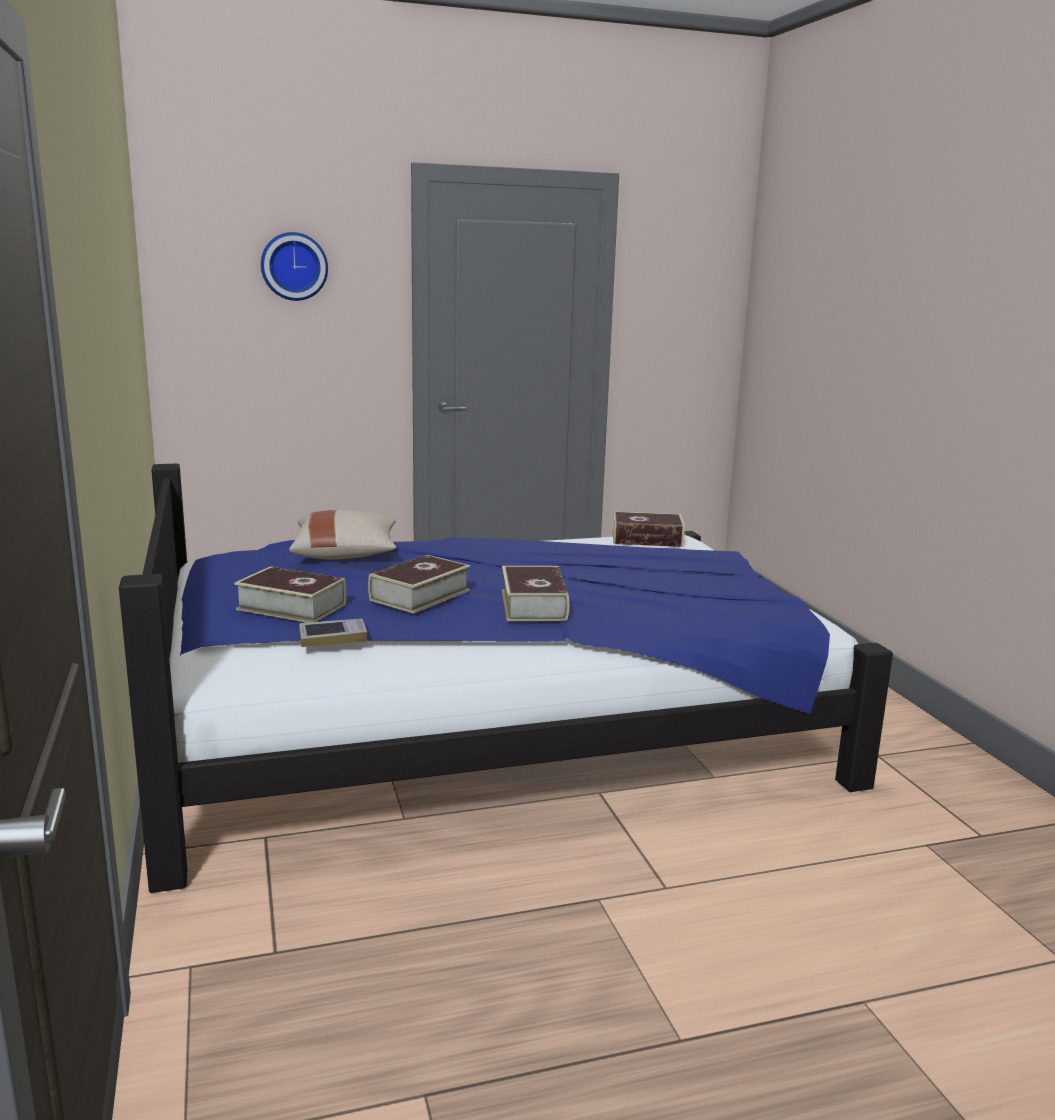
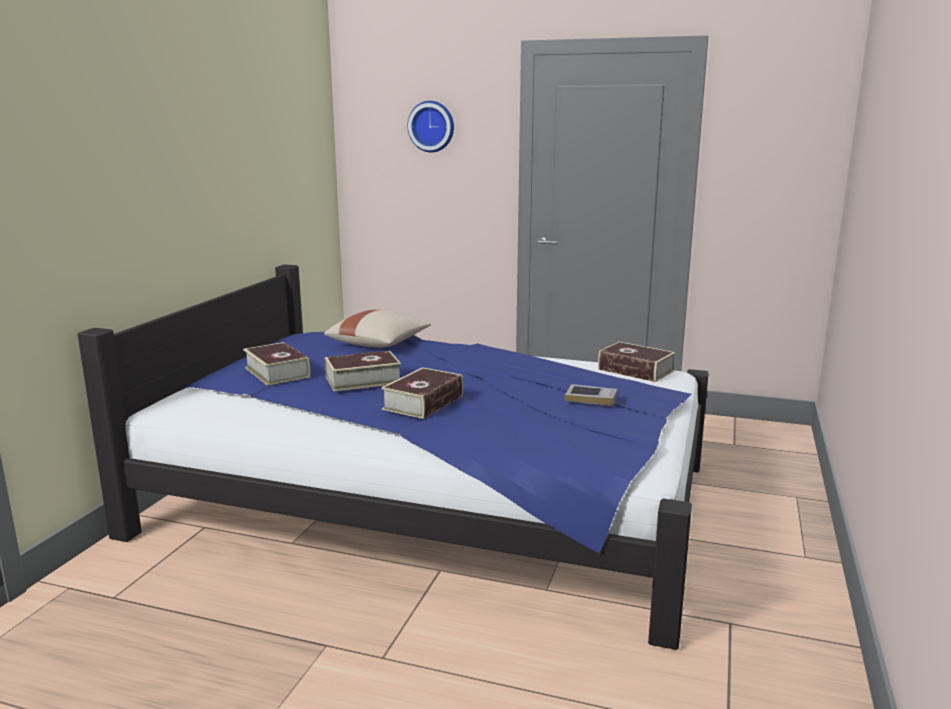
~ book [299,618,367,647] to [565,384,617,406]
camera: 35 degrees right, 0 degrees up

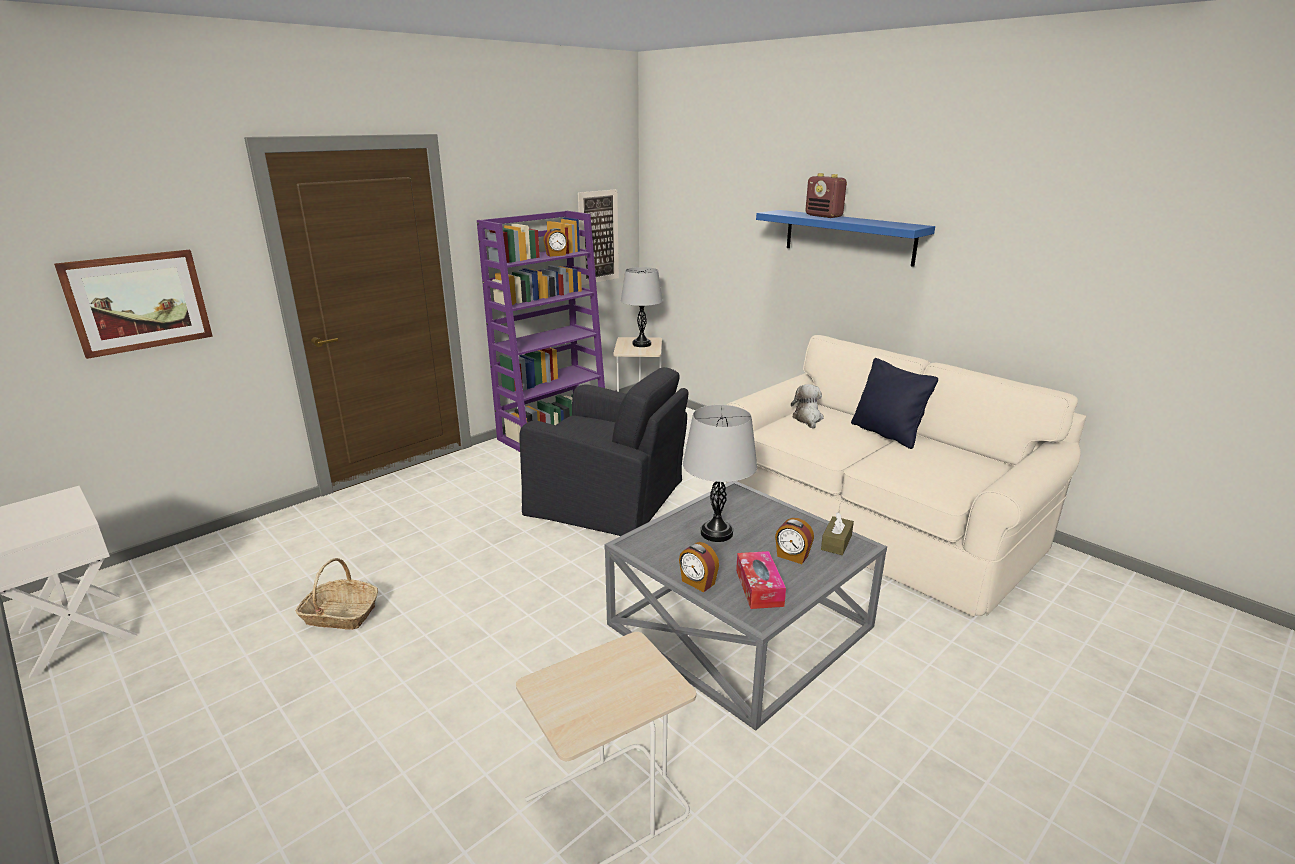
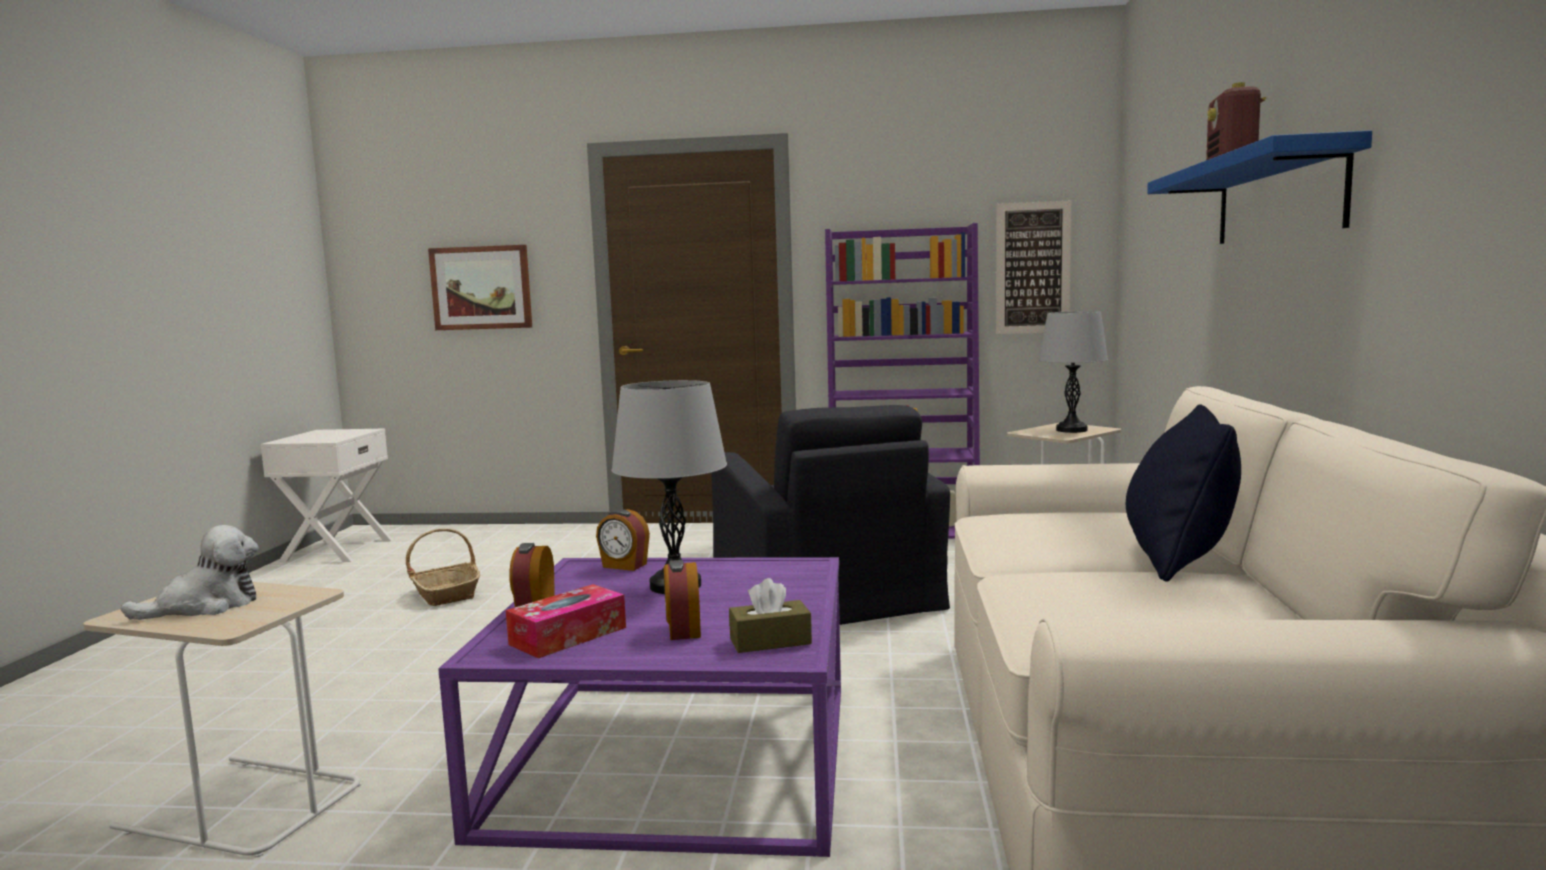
~ bedside clock [543,228,567,257] to [596,509,650,571]
~ cuddly toy [791,384,823,429] to [121,525,259,620]
~ lounge table (grey) [604,481,887,731] to lounge table (purple-coloured) [438,557,841,857]
camera: 50 degrees right, 15 degrees down

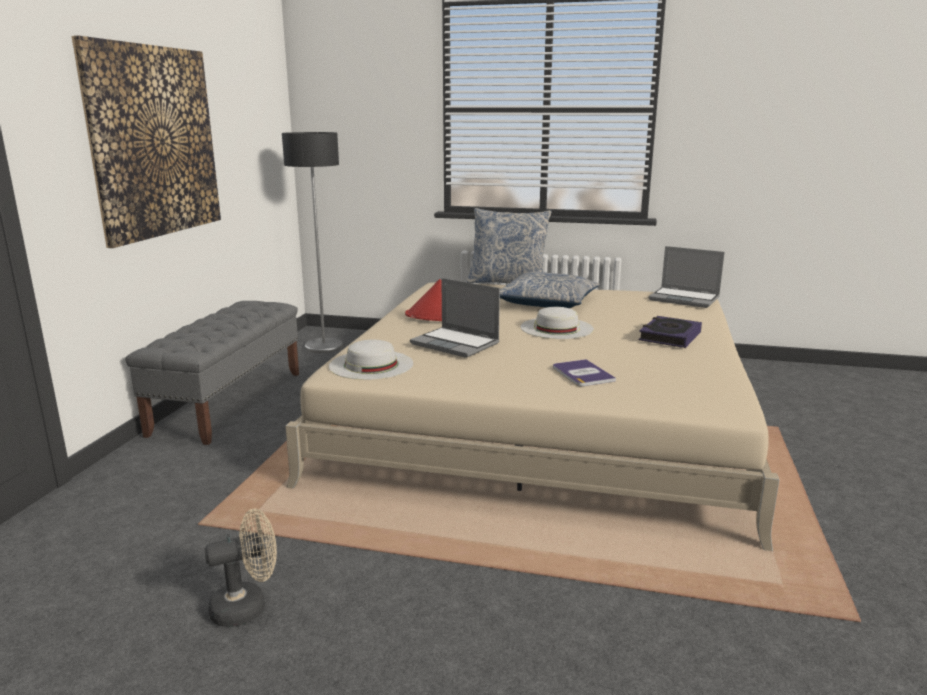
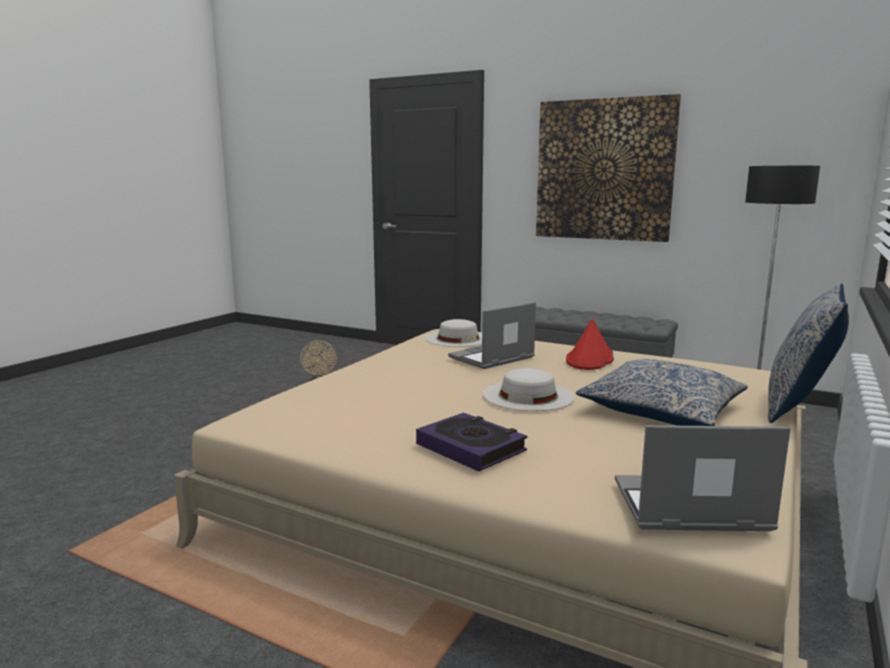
~ notebook computer [649,246,725,308] = [615,425,791,531] 45 degrees clockwise
- book [553,359,616,386]
camera: 105 degrees right, 5 degrees down

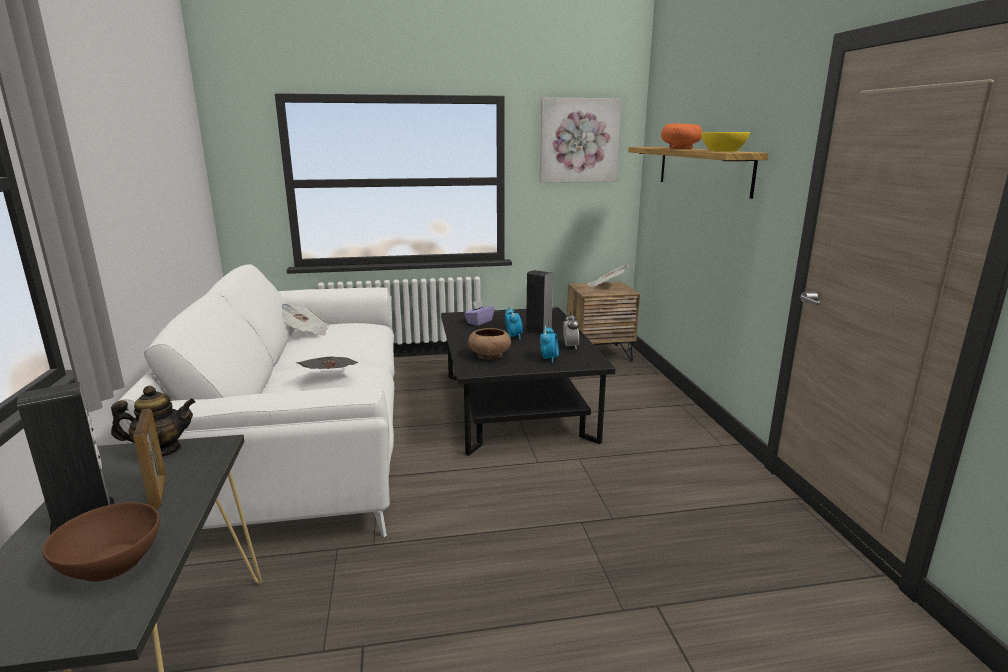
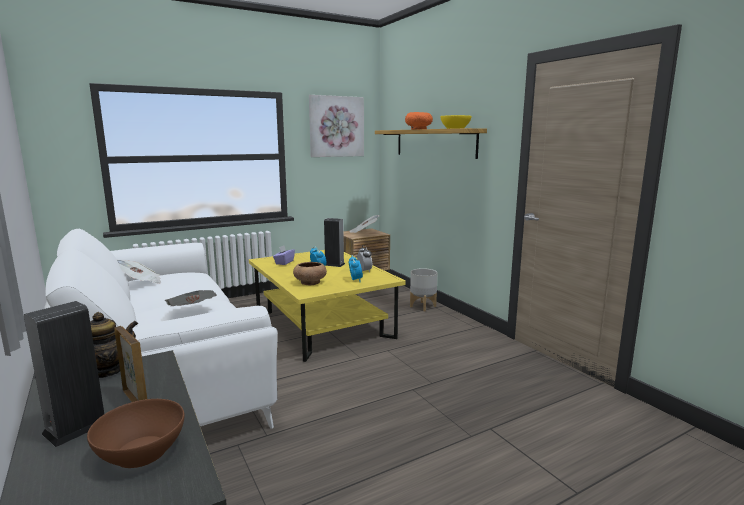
~ lounge table (black) [441,307,615,456] to lounge table (yellow) [249,250,406,362]
+ planter (grey) [410,268,437,312]
camera: 20 degrees left, 5 degrees down

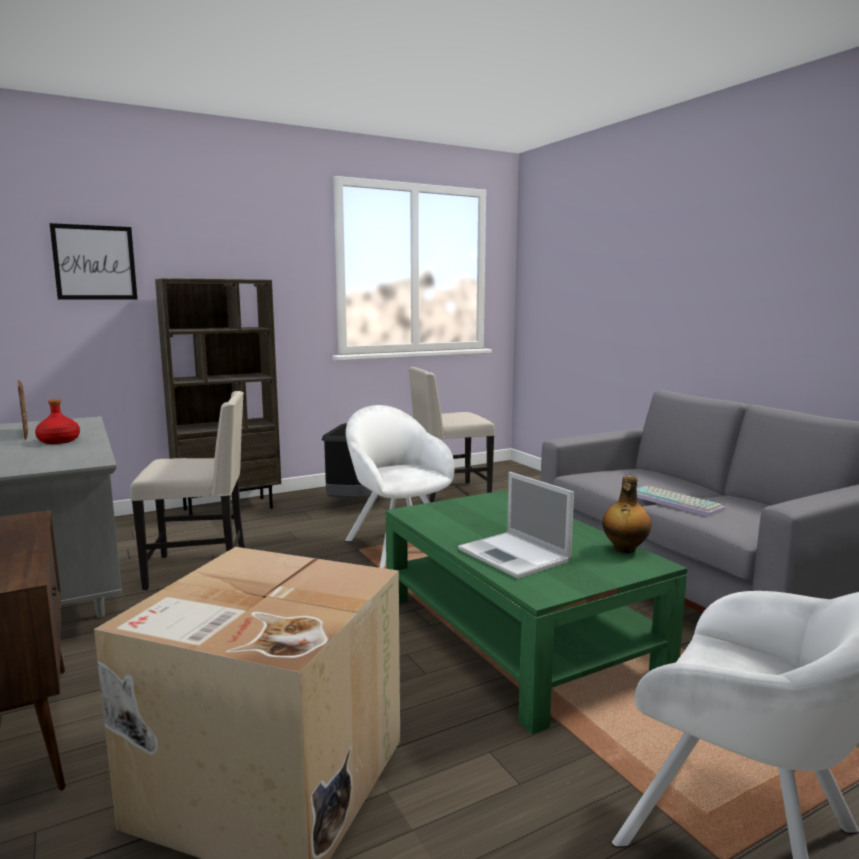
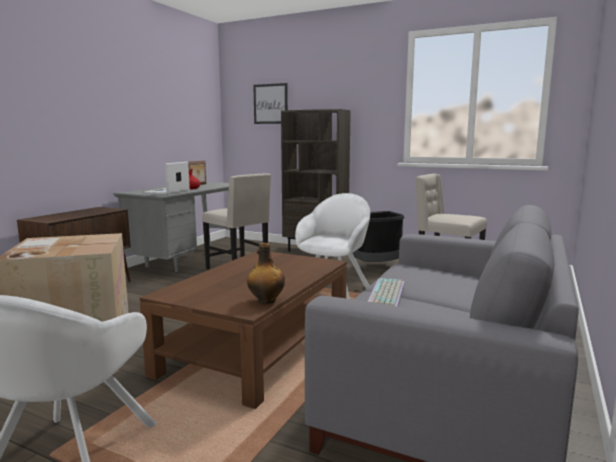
~ notebook computer [458,472,574,579] to [142,162,190,195]
~ lounge table (green) [386,490,687,735] to lounge table (brown-coloured) [140,251,347,409]
camera: 55 degrees right, 0 degrees up

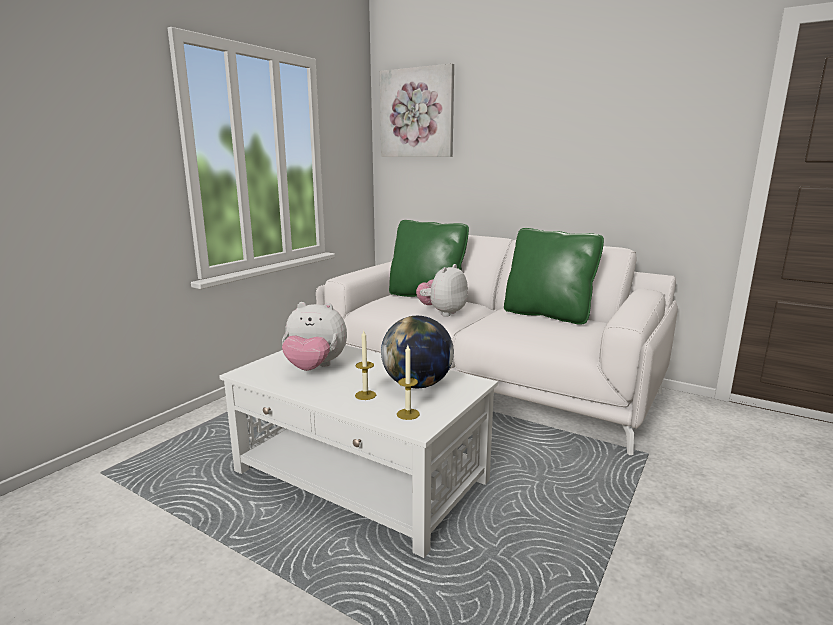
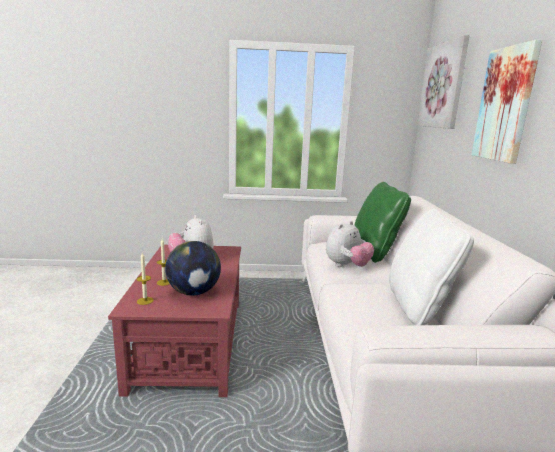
~ pillow (green) [504,228,604,325] to pillow (white-coloured) [389,209,474,325]
~ cuddly toy [416,264,468,317] = [326,221,374,267] 135 degrees clockwise
~ lounge table (white-coloured) [219,345,498,558] to lounge table (reddish) [108,245,241,397]
+ wall picture [471,40,542,164]
camera: 55 degrees right, 0 degrees up

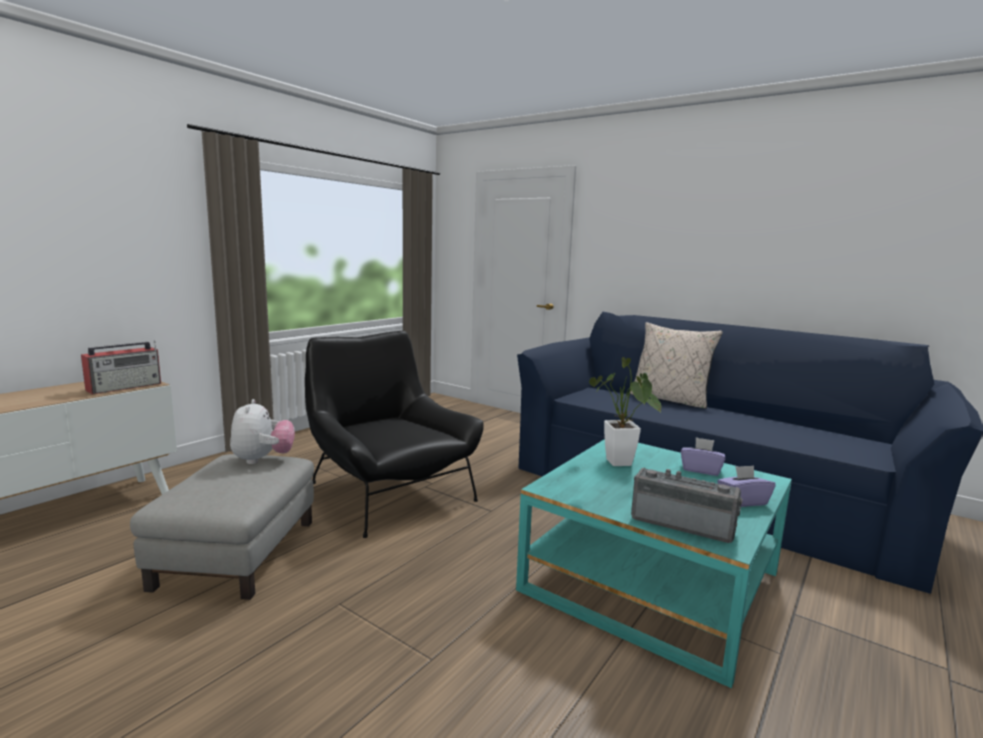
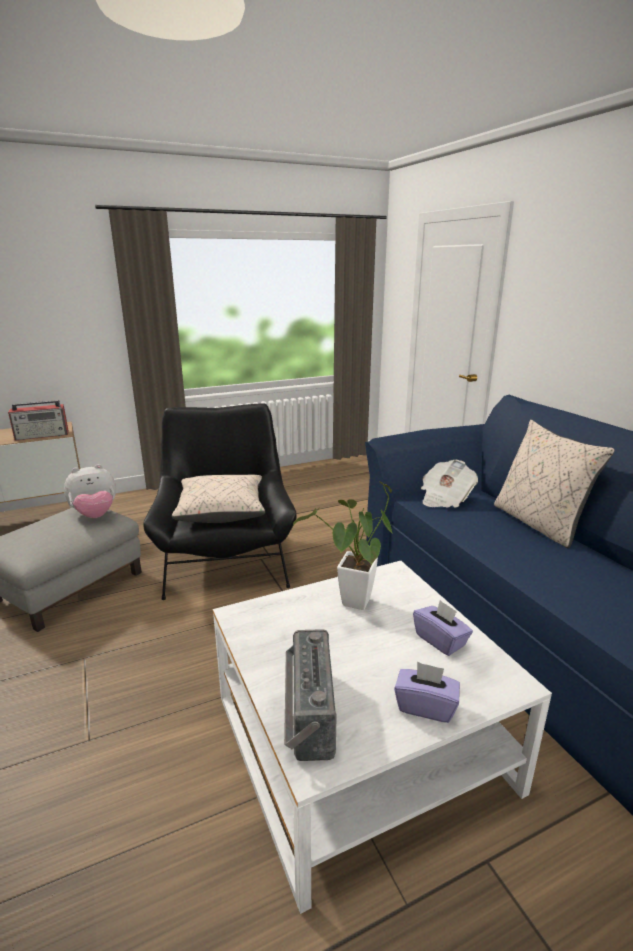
~ cuddly toy [230,399,295,464] = [64,464,116,518] 45 degrees clockwise
~ lounge table (turquoise-coloured) [516,439,792,688] to lounge table (white-coloured) [213,561,552,914]
~ radio [631,468,743,543] = [284,629,337,761] 150 degrees counterclockwise
+ daily paper [421,460,478,508]
+ pillow (beige) [172,475,265,523]
camera: 30 degrees right, 10 degrees up

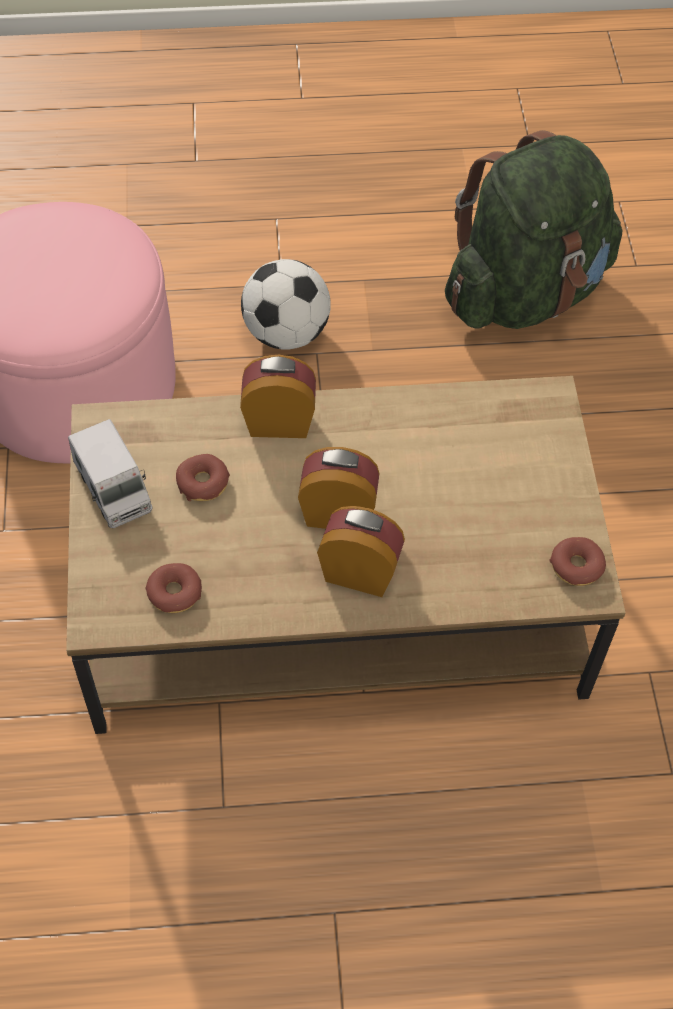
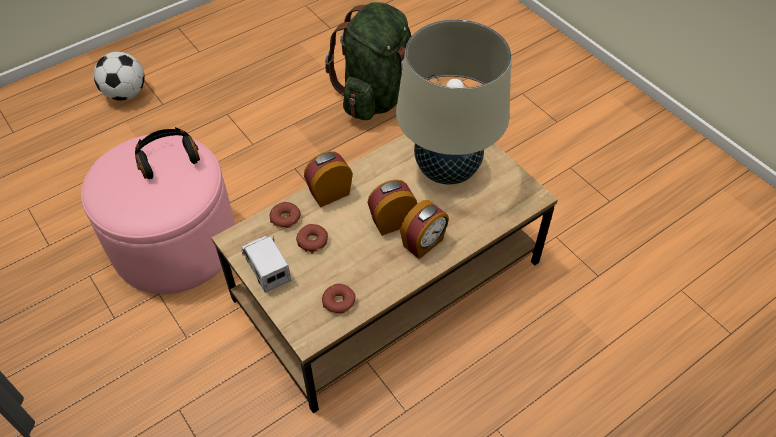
~ football [241,259,331,350] to [94,52,145,101]
~ toy lorry [68,419,153,528] = [241,236,291,293] 150 degrees counterclockwise
~ bedside clock [317,506,405,597] = [400,200,449,259] 150 degrees clockwise
~ donut [549,537,606,586] to [270,202,301,229]
+ lamp for a table (beige) [396,19,511,185]
+ headphones (black) [135,127,200,179]
camera: 30 degrees left, 5 degrees down

